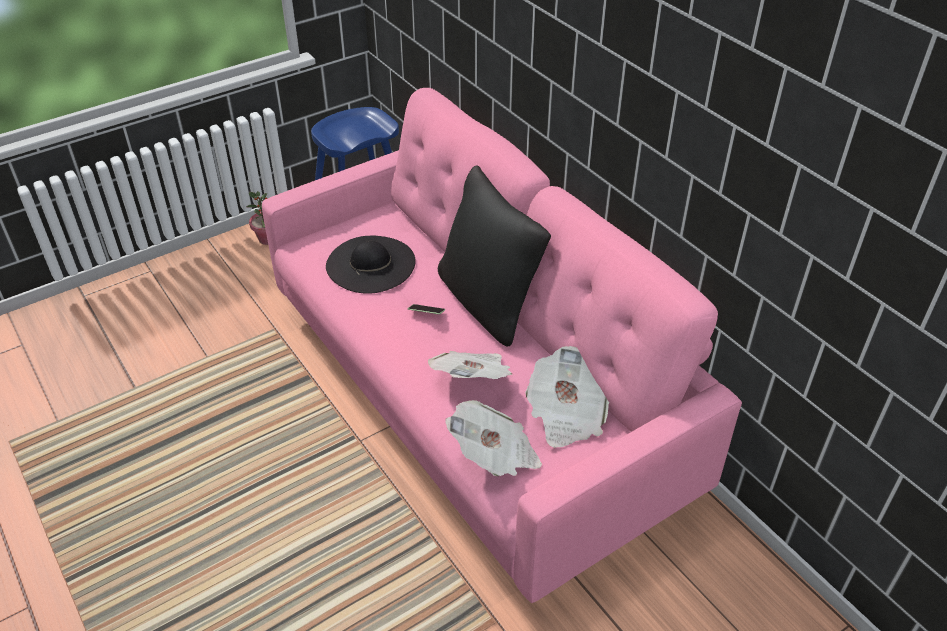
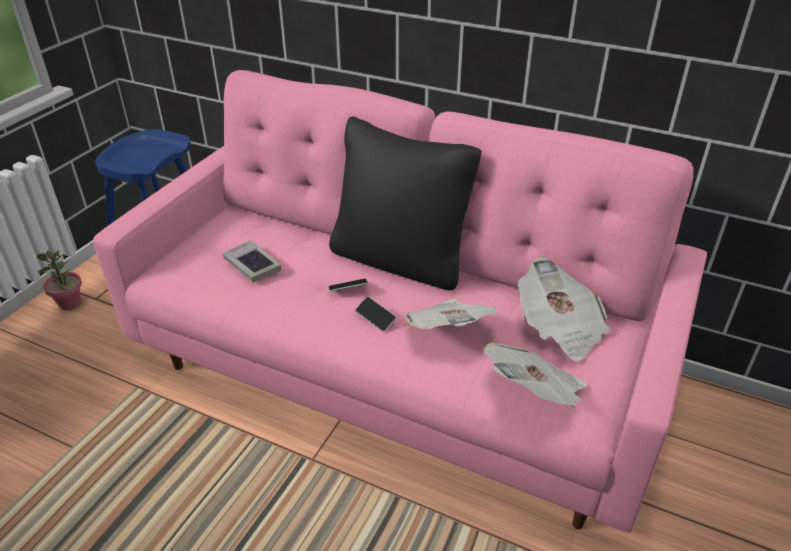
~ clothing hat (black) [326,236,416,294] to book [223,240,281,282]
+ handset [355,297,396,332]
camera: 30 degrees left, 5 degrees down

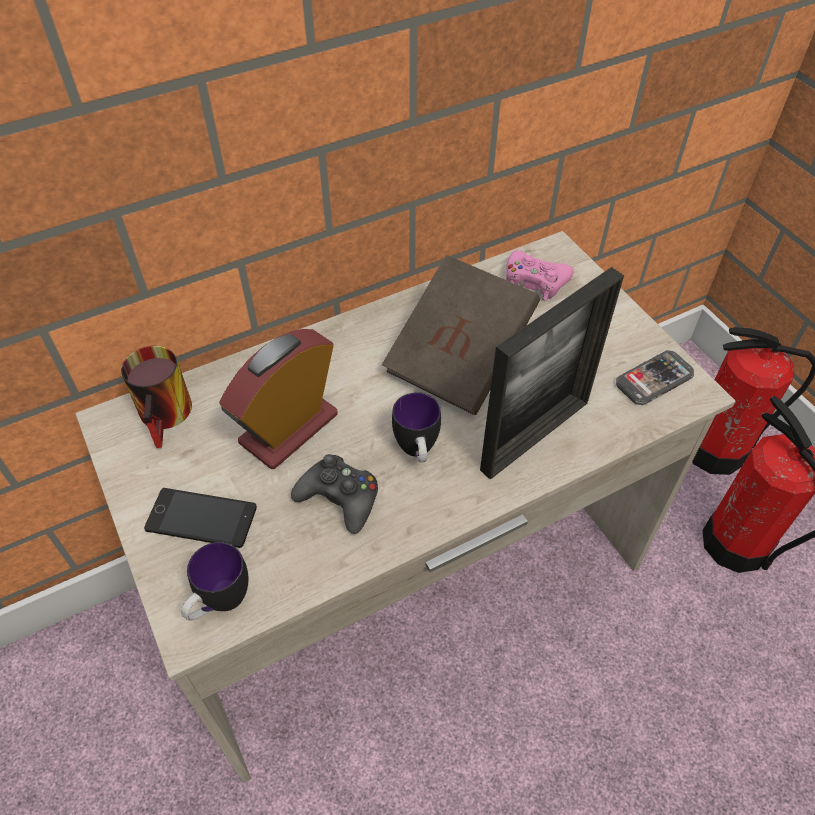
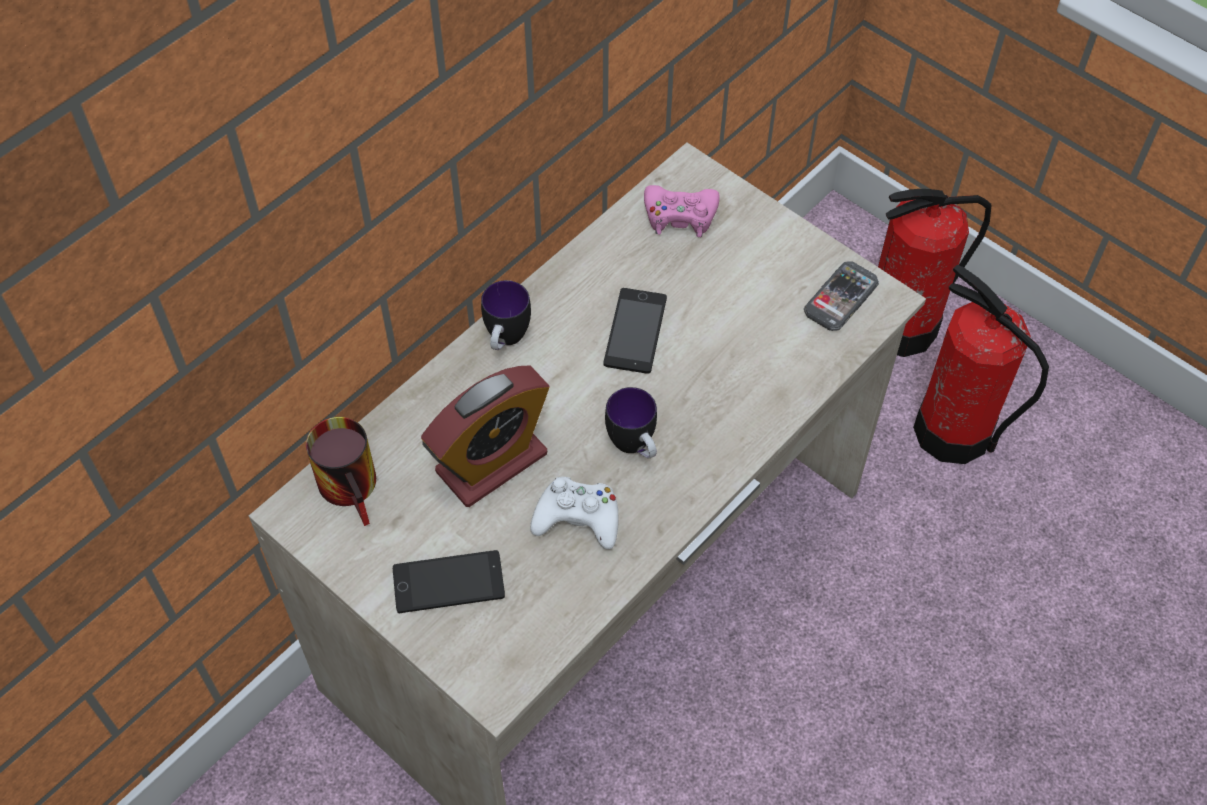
~ book (brown-coloured) [382,255,540,415] to handset [604,288,667,374]
- picture frame [480,267,624,480]
~ bedside clock [219,329,338,469] = [421,366,549,507] 150 degrees counterclockwise
~ game controller (black) [291,454,378,534] to game controller (white-coloured) [530,477,619,550]
~ coffee mug [181,542,249,621] to [481,280,531,350]
camera: 20 degrees left, 5 degrees up

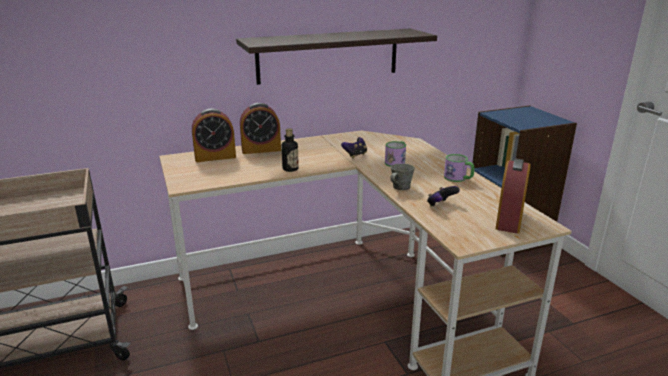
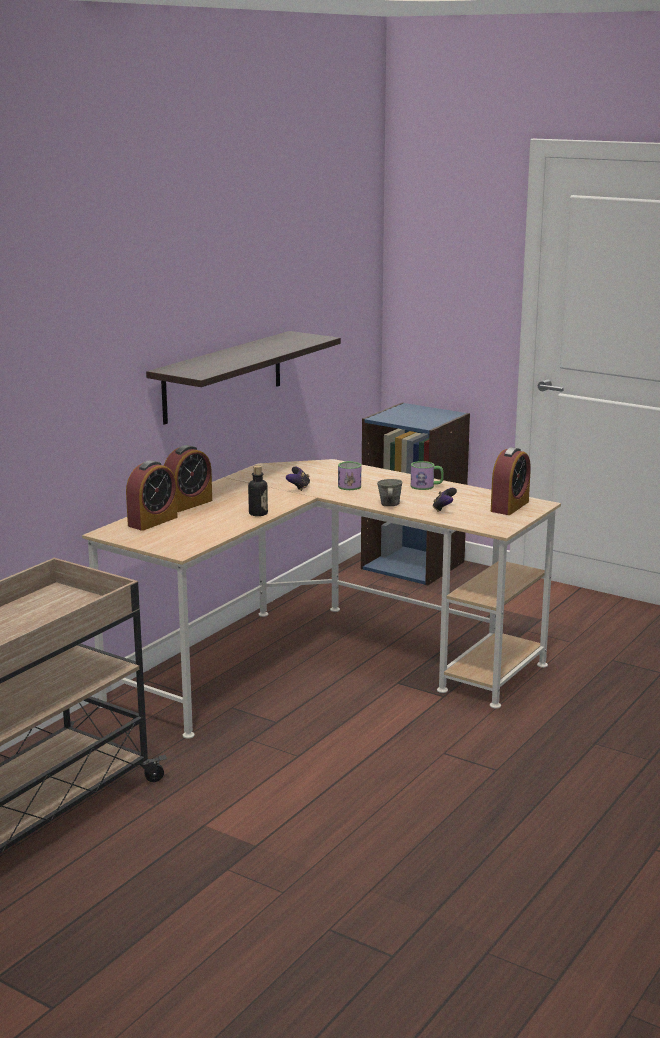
~ bedside clock [496,158,531,234] = [491,447,531,515] 45 degrees clockwise
camera: 35 degrees left, 5 degrees down

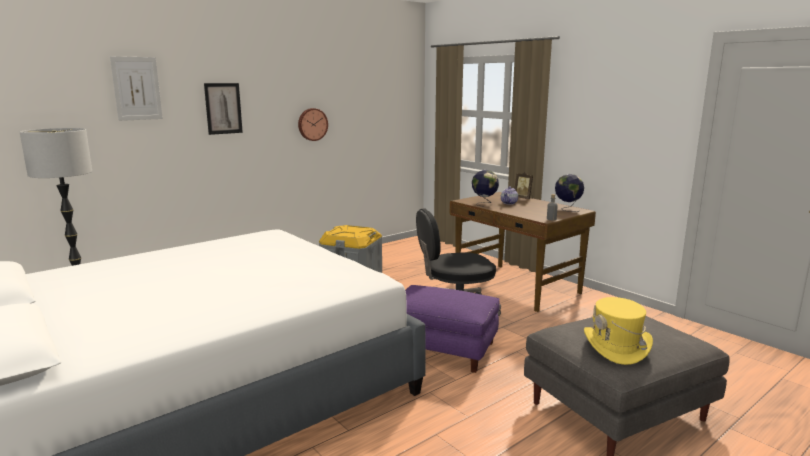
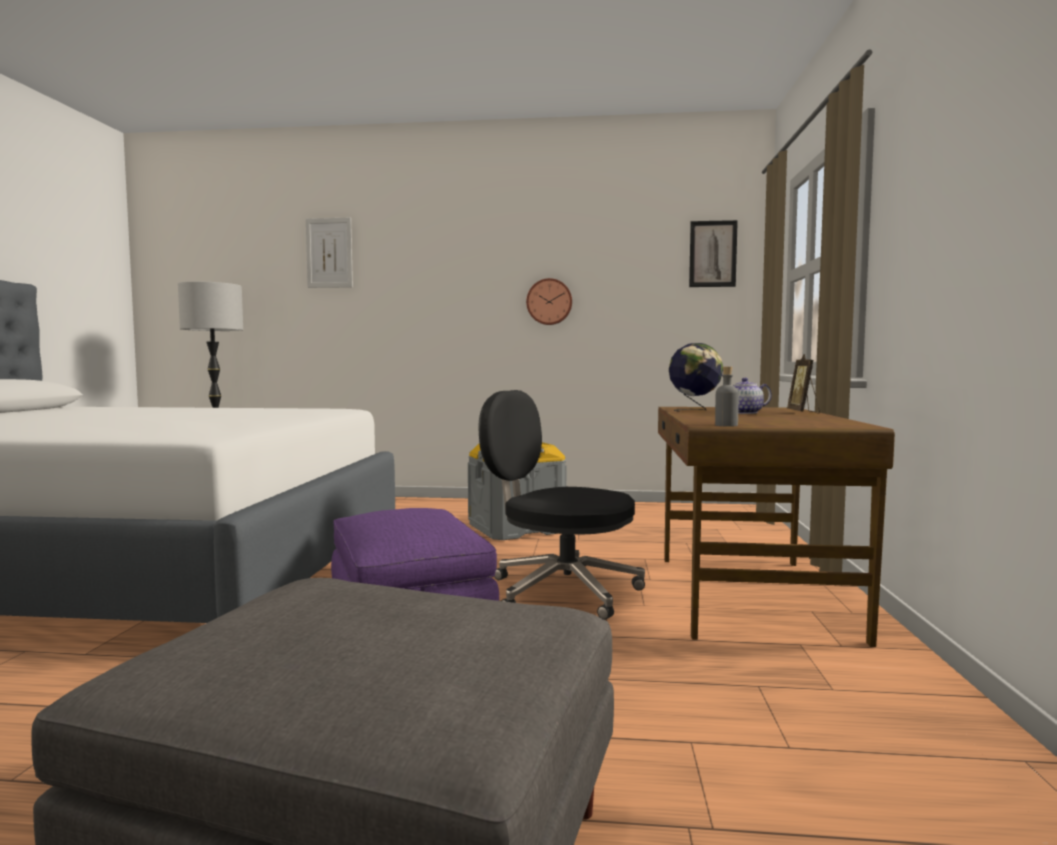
~ wall picture [204,83,243,135] to [689,220,738,287]
- desk globe [555,174,584,212]
- clothing hat (yellow) [584,297,653,365]
camera: 45 degrees right, 10 degrees down

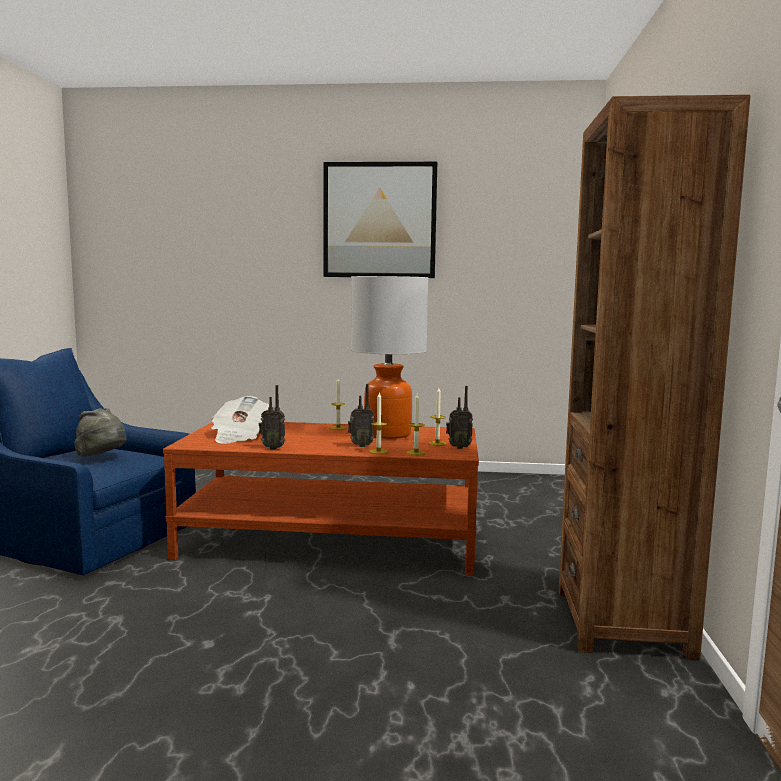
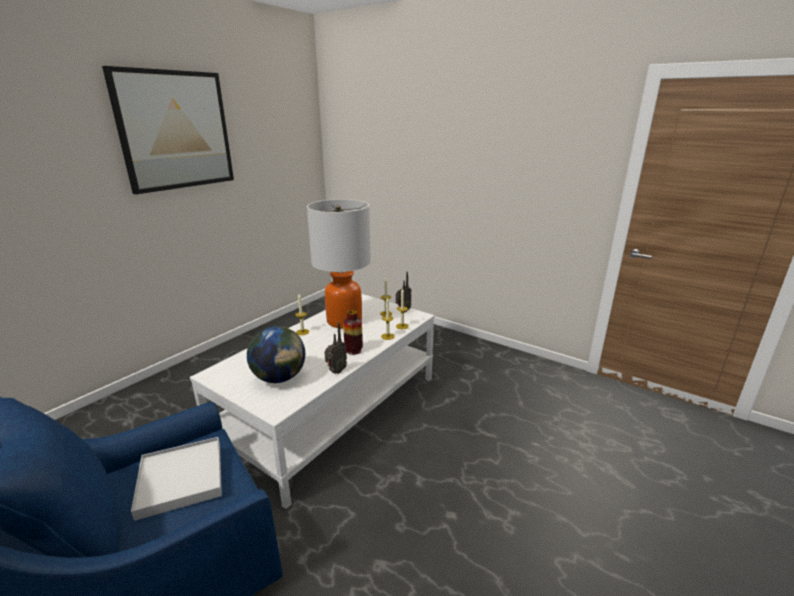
- shelving unit (brown-coloured) [559,94,751,660]
- radio [348,384,374,447]
~ daily paper [211,396,269,444] to desk globe [247,326,305,383]
~ clothing hat (grey) [74,408,126,457] to serving tray (white-coloured) [131,437,222,521]
~ lounge table (brown-coloured) [163,422,479,576] to lounge table (white-coloured) [190,294,435,509]
+ flower vase [343,310,363,355]
camera: 60 degrees left, 15 degrees up

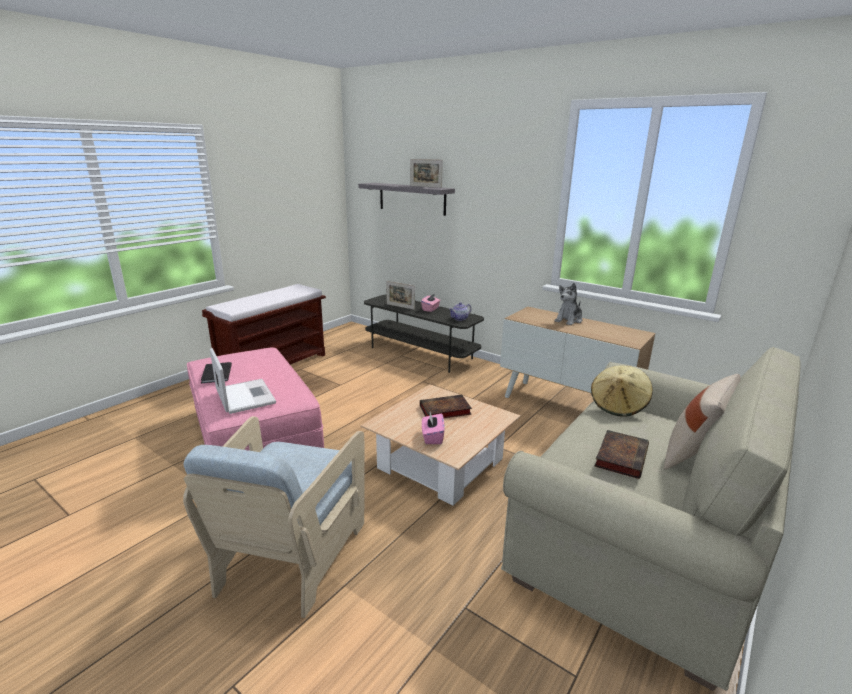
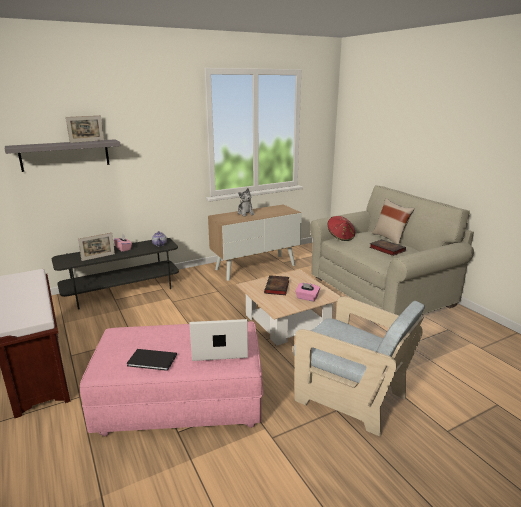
~ clothing hat (beige) [591,365,653,417] to clothing hat (reddish) [328,216,355,241]
camera: 65 degrees left, 0 degrees up

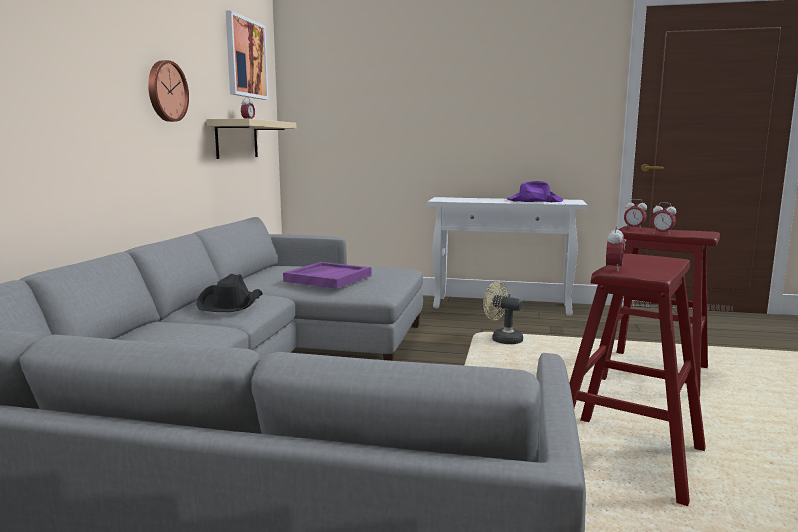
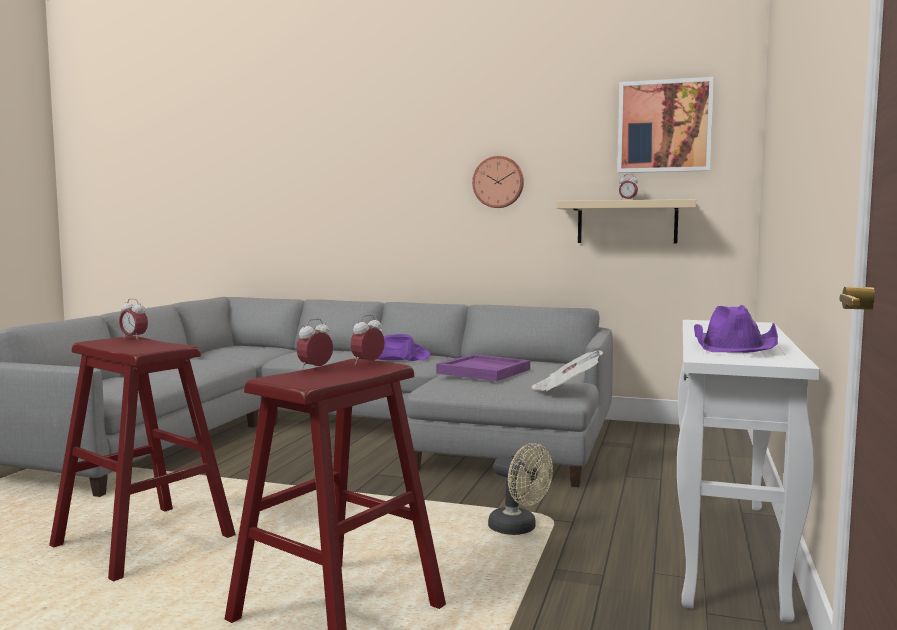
~ clothing hat (black) [196,274,263,312] to clothing hat (purple-coloured) [377,334,430,361]
~ electric fan (beige) [483,281,523,344] = [488,443,553,535] 90 degrees clockwise
+ daily paper [531,351,603,391]
camera: 95 degrees right, 5 degrees down

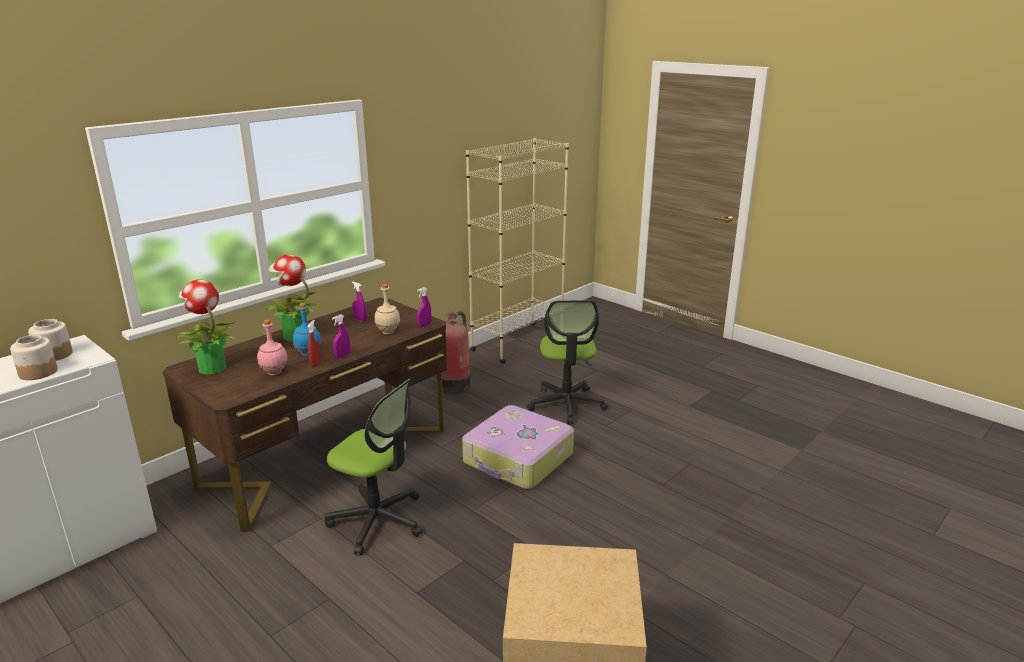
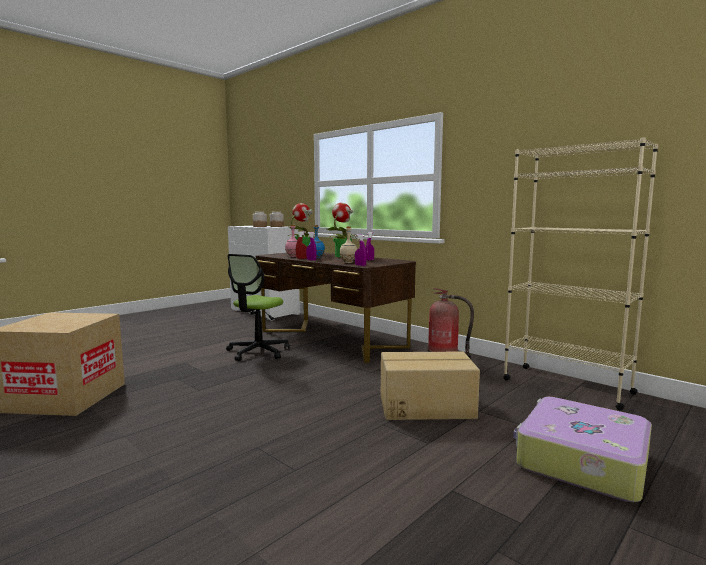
~ computer chair [527,300,608,424] to packing box [381,351,480,420]
~ piece of luggage [462,405,574,489] to [513,397,652,502]
camera: 90 degrees right, 15 degrees down

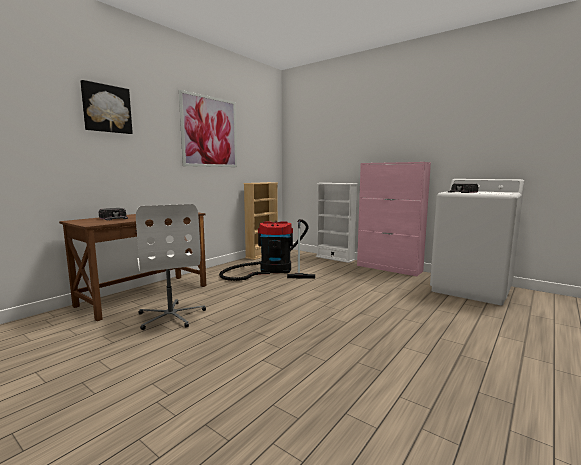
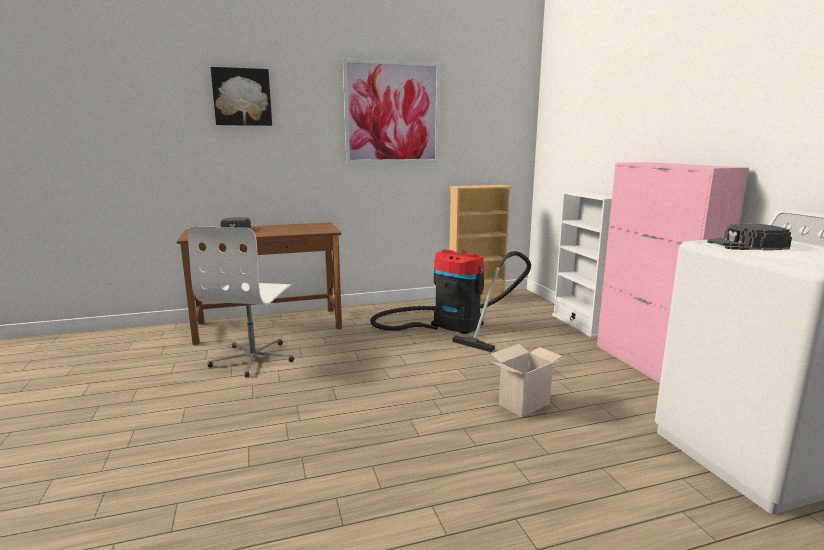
+ packing box [491,344,564,417]
camera: 35 degrees right, 5 degrees up

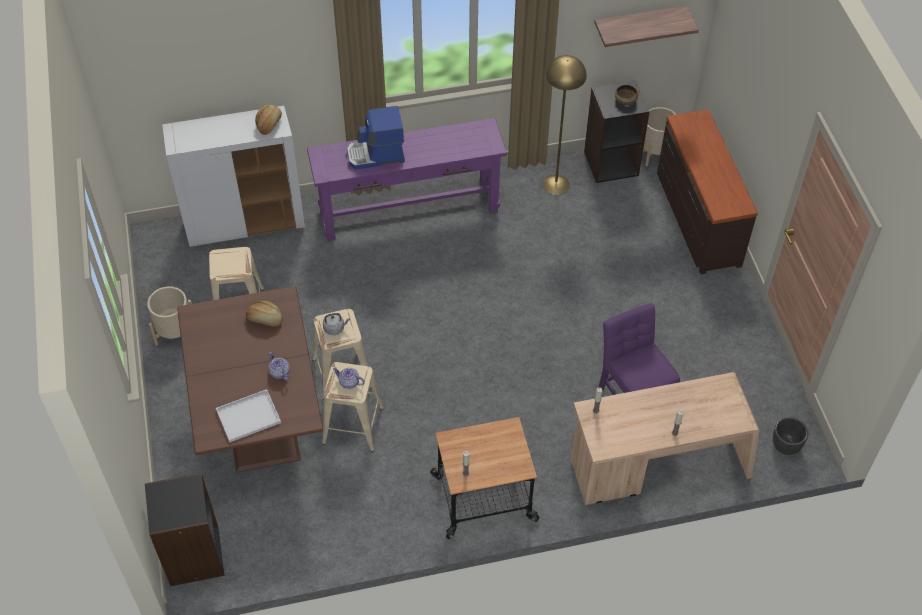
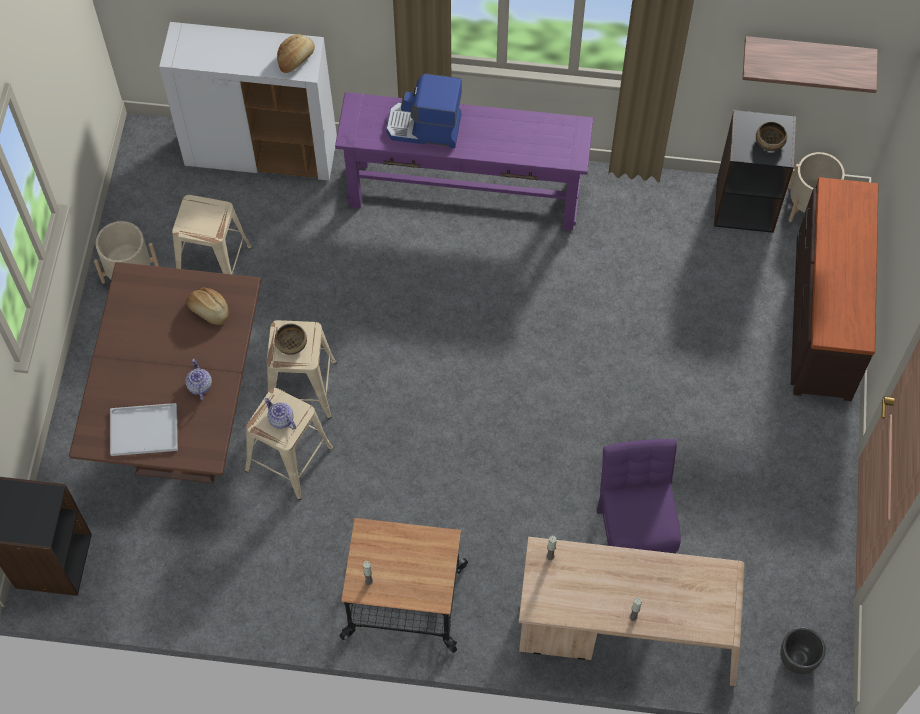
- standard lamp (yellow) [542,55,587,195]
~ water kettle (grey) [323,313,350,335] to deep dish [275,324,307,355]
camera: 20 degrees right, 10 degrees up

